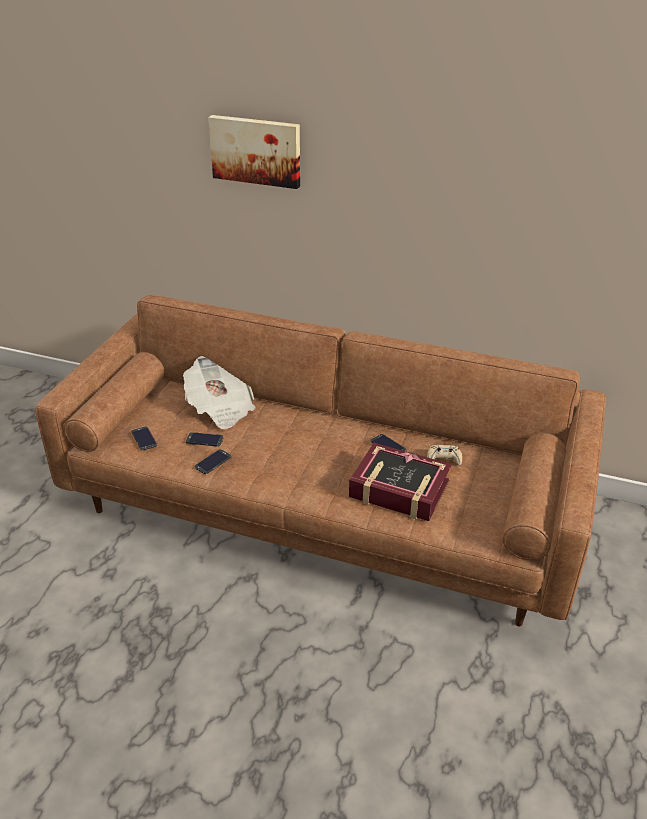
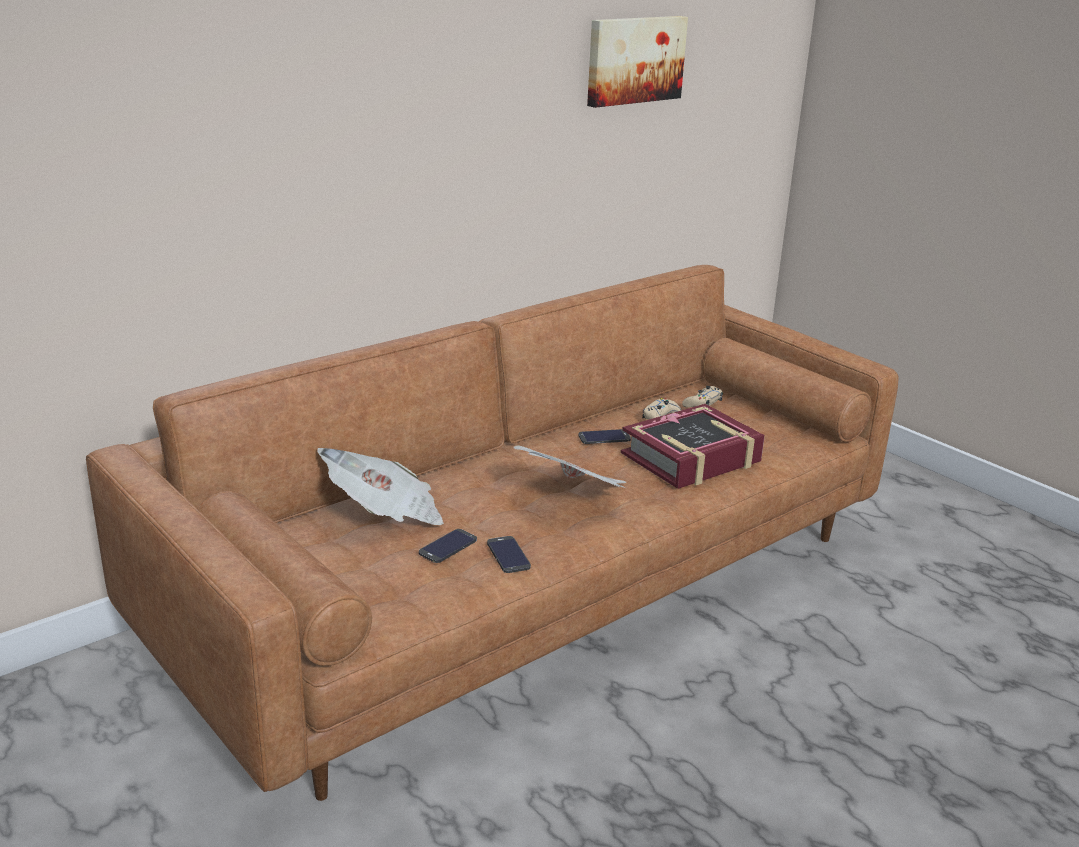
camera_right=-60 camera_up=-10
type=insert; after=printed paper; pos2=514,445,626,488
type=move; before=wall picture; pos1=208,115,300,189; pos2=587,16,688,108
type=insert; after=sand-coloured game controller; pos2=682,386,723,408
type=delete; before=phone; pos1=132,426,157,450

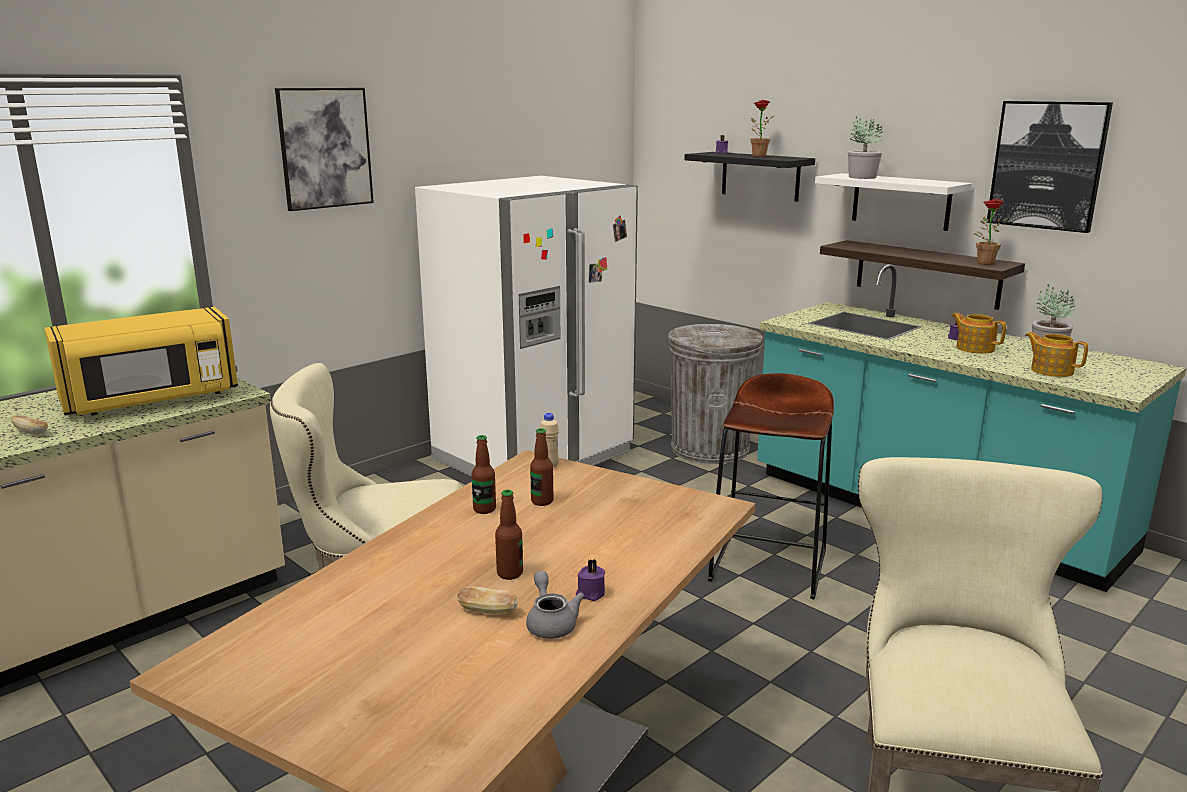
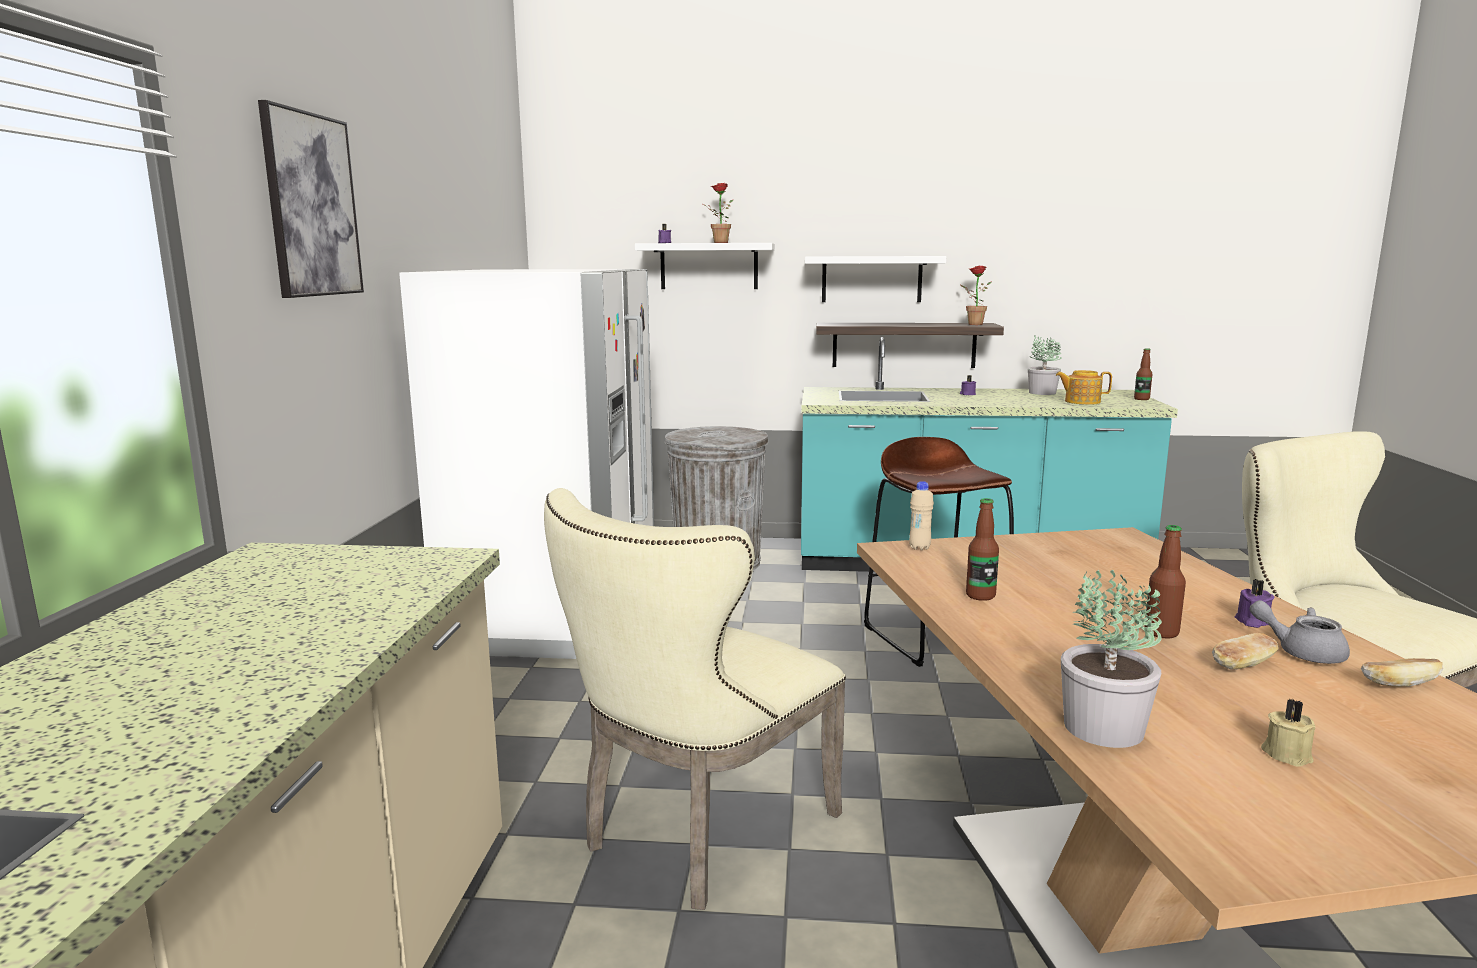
camera_right=-40 camera_up=-5
type=recolor; before=black wall shelf; after=white-coloured wall shelf; pos1=684,152,815,202; pos2=635,243,775,289
type=move; before=houseplant; pos1=848,116,883,179; pos2=1061,570,1162,748
type=move; before=beverage bottle; pos1=530,428,553,506; pos2=1134,348,1152,400
type=insert; after=sand-coloured wax light; pos2=1261,699,1316,767
type=move; before=baked bread; pos1=11,415,48,434; pos2=1361,658,1443,687
type=delete; before=yellow-coloured kitchen microwave; pos1=44,307,238,415
type=delete; before=teapot; pos1=951,313,1006,354
type=delete; before=wall picture; pos1=986,101,1113,233

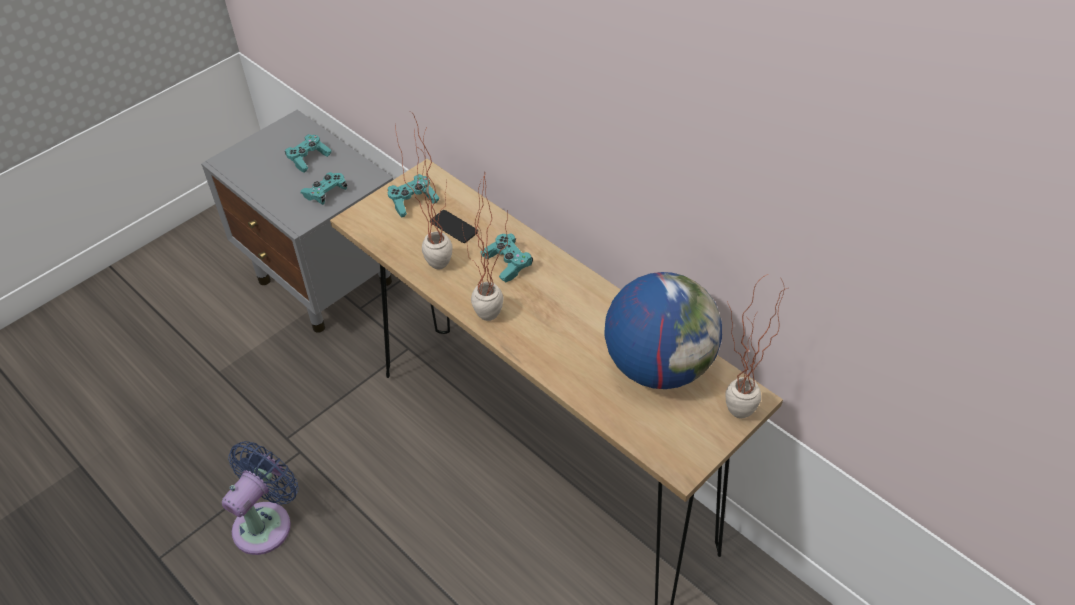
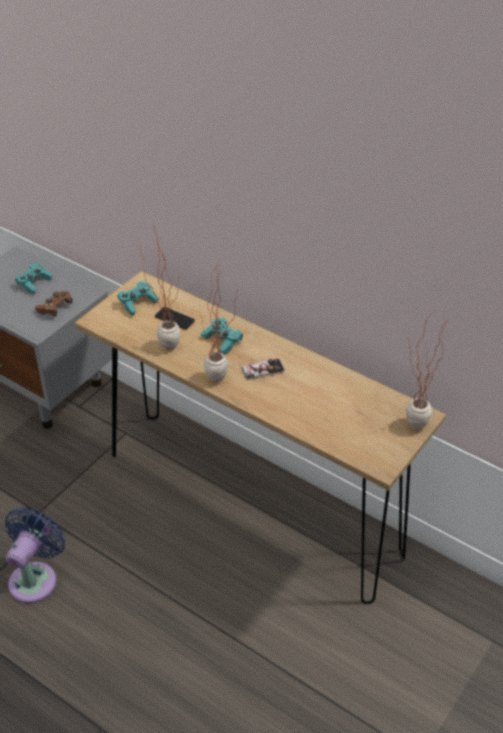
camera_right=-10 camera_up=-5
type=recolor; before=turquoise-coloured game controller; after=brown-coloured game controller; pos1=301,172,347,205; pos2=35,291,73,317
type=insert; after=phone; pos2=241,358,285,380
type=delete; before=desk globe; pos1=604,272,722,389

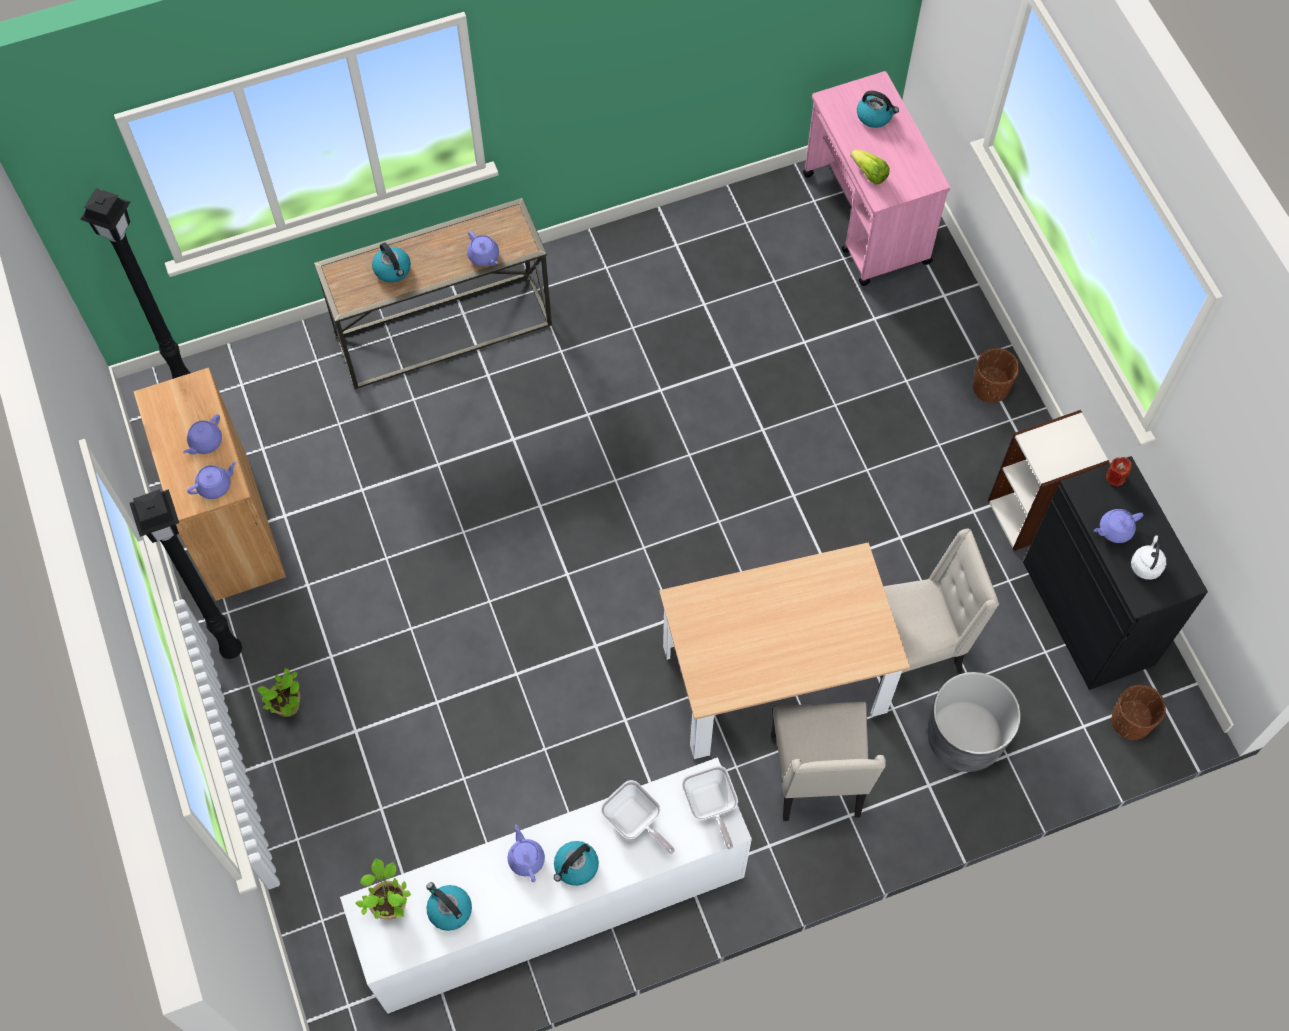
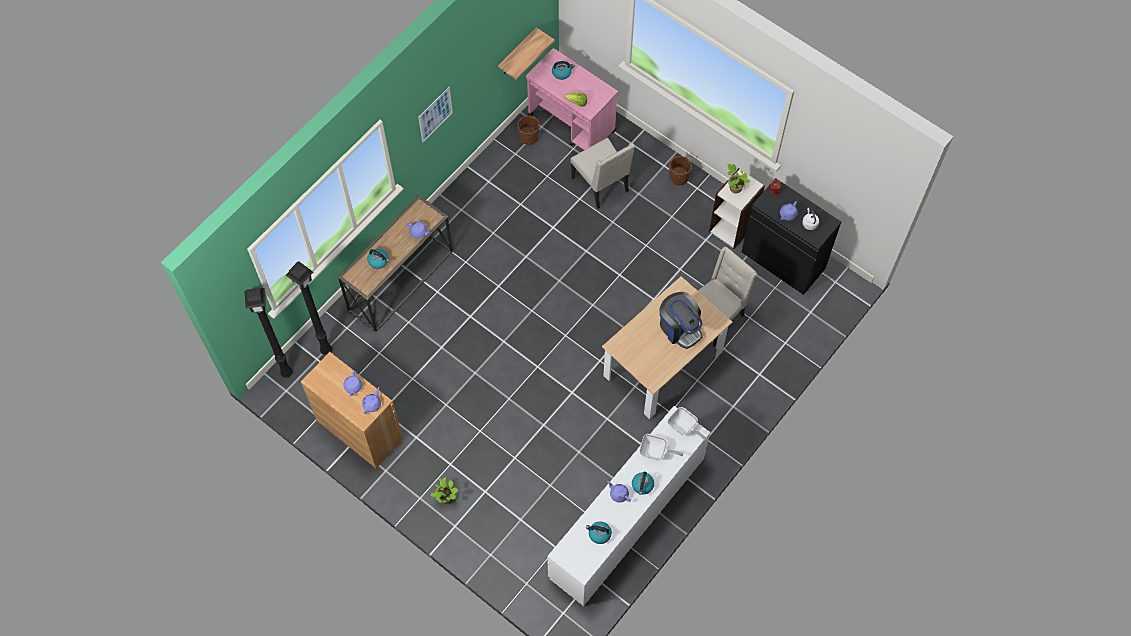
camera_right=-30 camera_up=0
type=move; before=black standard lamp; pos1=130,489,242,659; pos2=286,262,332,355
type=insert; after=wall picture; pos2=418,87,453,142
type=insert; after=wall shelf; pos2=498,27,555,80
type=move; before=brown-coloured plant pot; pos1=1111,684,1166,740; pos2=517,116,539,145
type=move; before=sand-coloured upright chair; pos1=771,702,886,821; pos2=570,138,635,209
type=insert; after=coffee machine; pos2=659,292,703,349
type=move; before=houseplant; pos1=355,858,411,919; pos2=727,164,751,193
type=delete; before=grey plant pot; pos1=928,672,1021,772

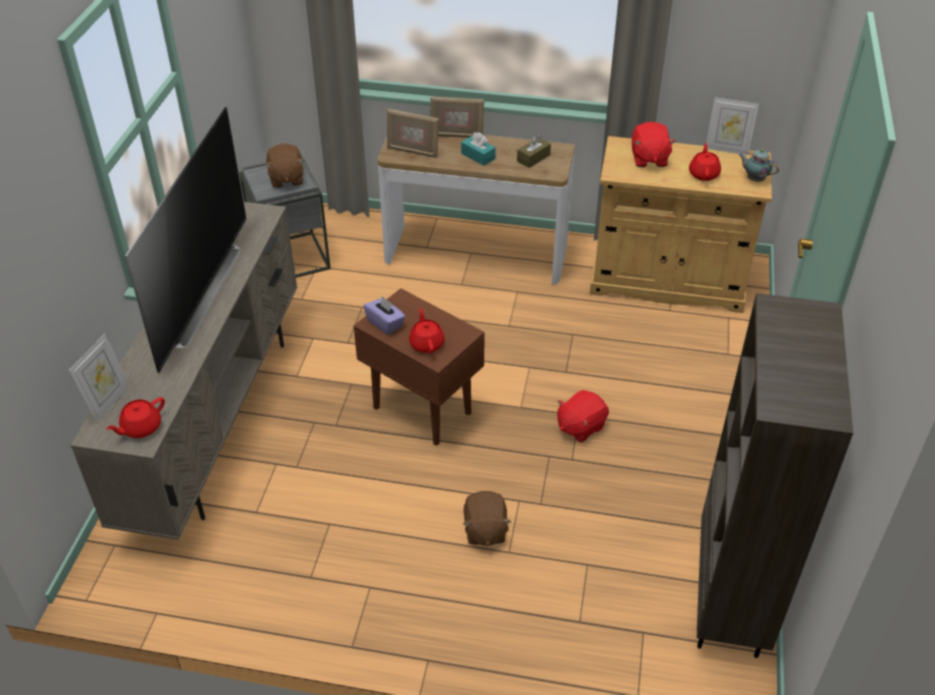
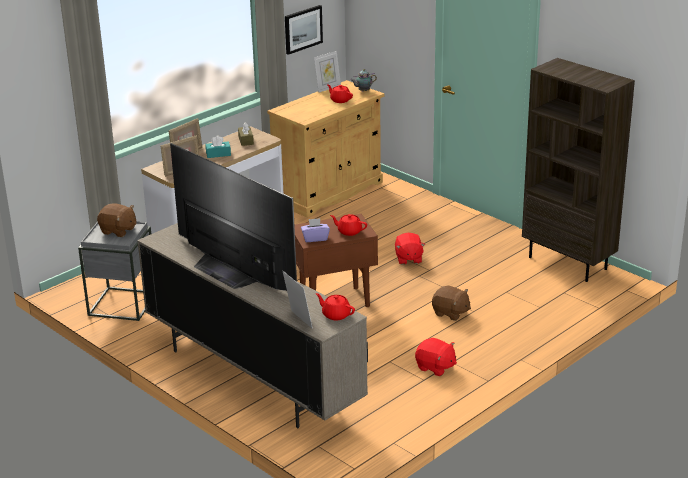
camera_right=-55 camera_up=-15
type=insert; after=wall picture; pos2=285,5,323,55
type=rotate; before=red teapot; pos1=106,397,165,438; pos2=316,293,355,320; turn=135
type=move; before=red plush toy; pos1=632,122,676,167; pos2=415,338,457,376

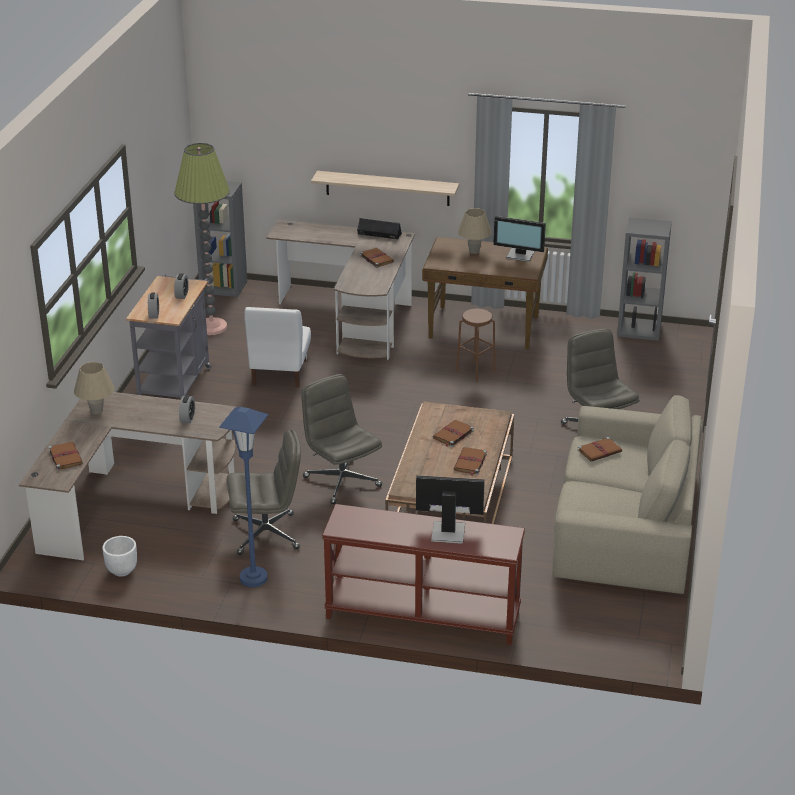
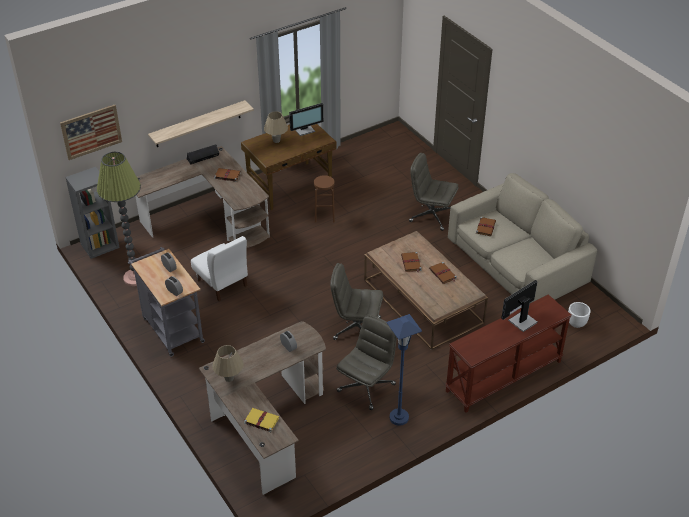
camera_right=-45 camera_up=10
type=insert; after=wall picture; pos2=60,105,122,160
type=recolor; before=brown-coloured book; after=yellow-coloured book; pos1=49,442,83,471; pos2=244,408,279,432
type=move; before=white-coloured plant pot; pos1=102,536,137,577; pos2=568,302,590,328
type=delete; before=grey shelving unit; pos1=617,217,672,341

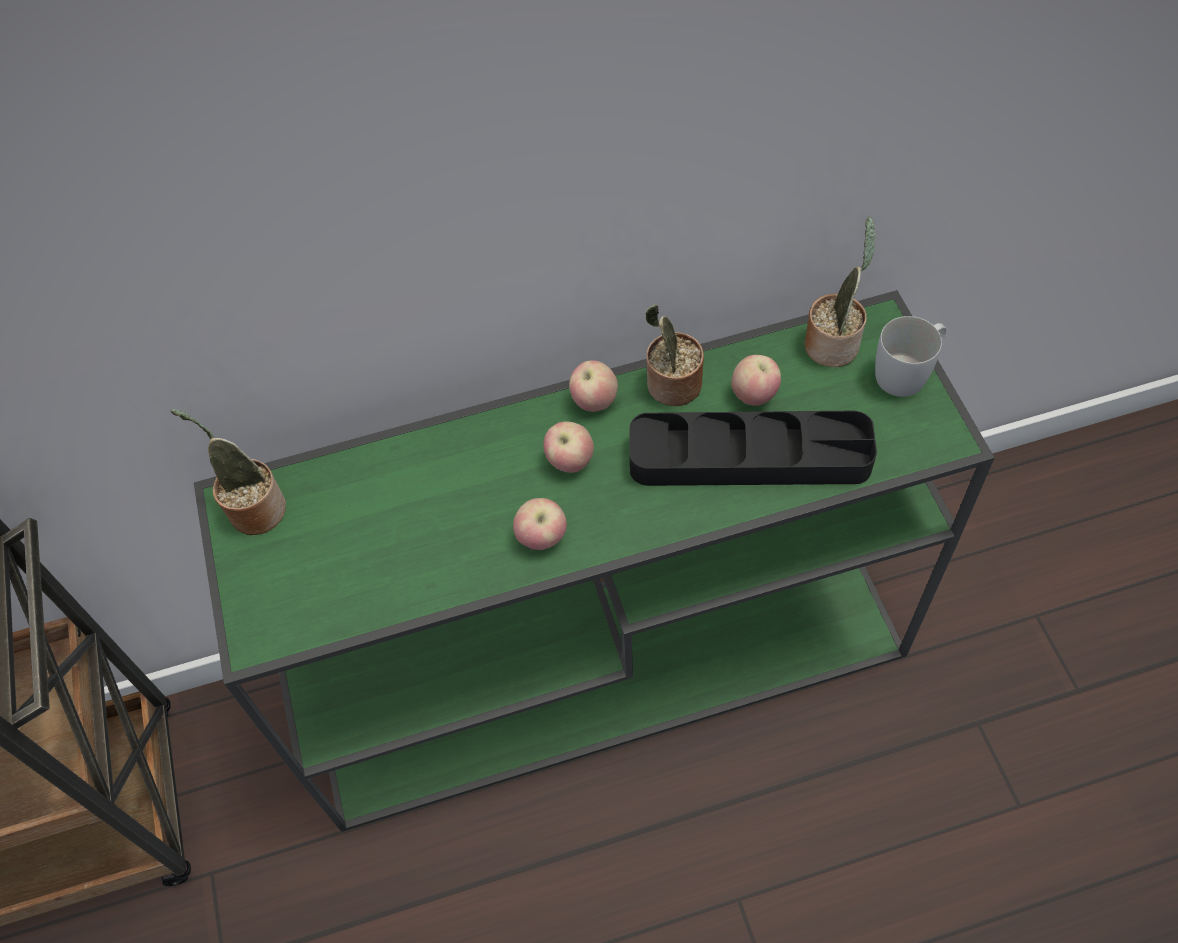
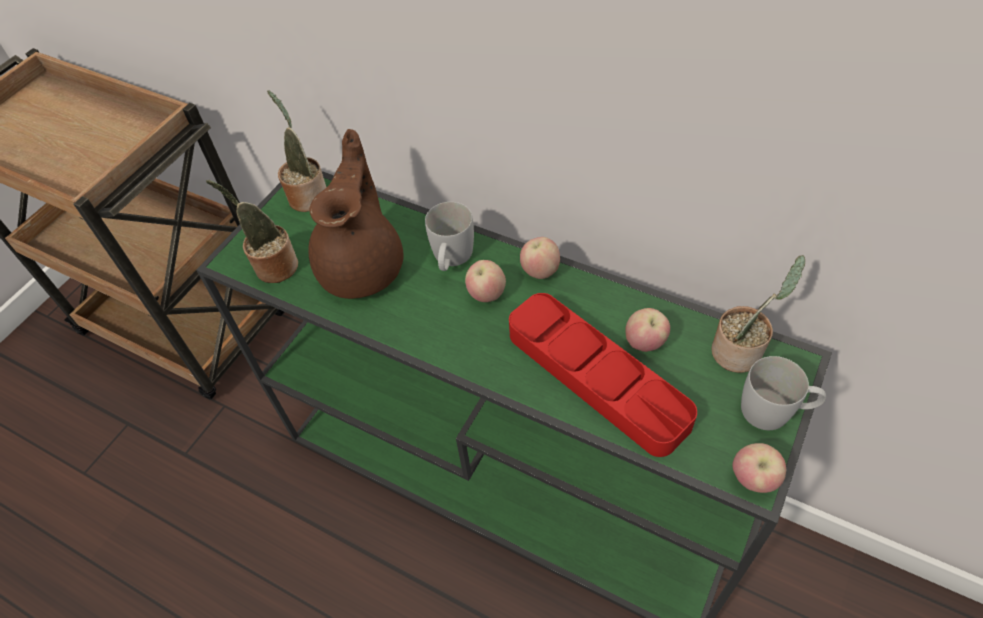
camera_right=45 camera_up=-5
type=move; before=houseplant; pos1=645,304,704,406; pos2=206,180,298,283
type=insert; after=brown-coloured teapot; pos2=308,129,404,299
type=insert; after=white-coloured tea mug; pos2=425,202,474,271
type=recolor; before=black tray; after=red tray; pos1=630,411,877,486; pos2=509,293,697,457
type=move; before=apple; pos1=513,498,567,550; pos2=732,443,786,493

